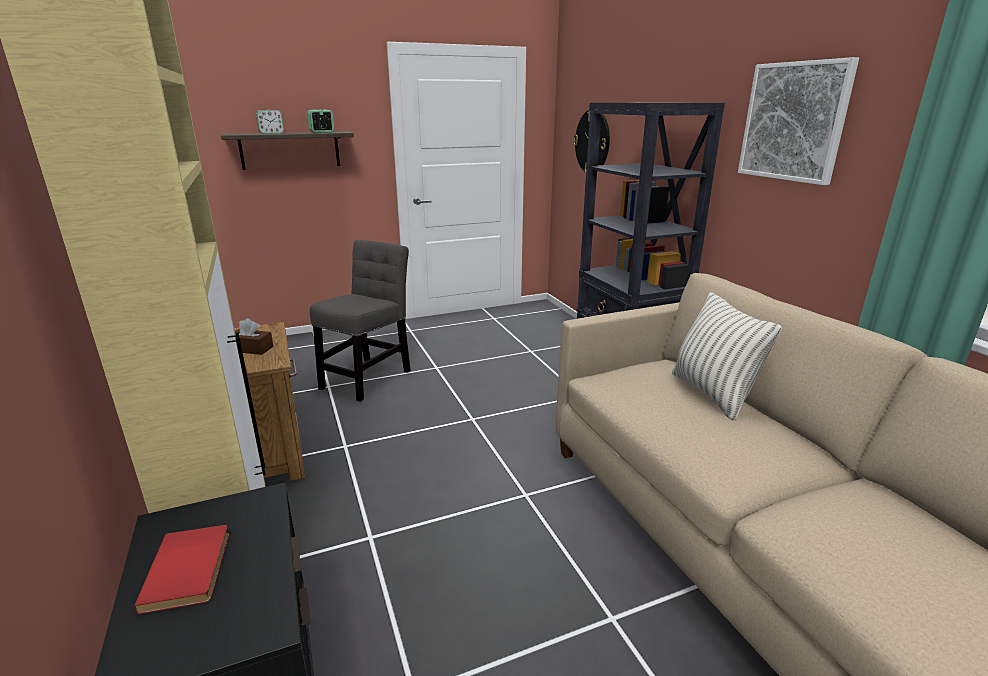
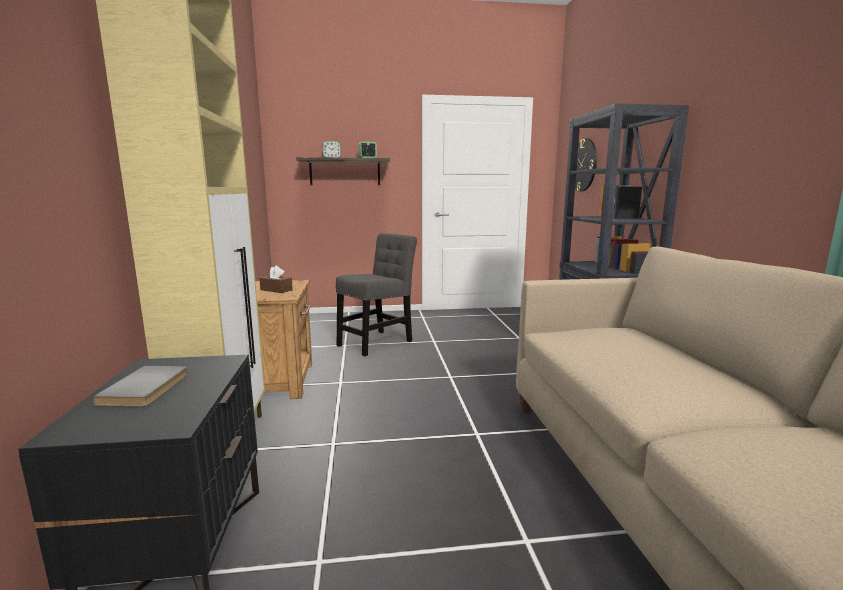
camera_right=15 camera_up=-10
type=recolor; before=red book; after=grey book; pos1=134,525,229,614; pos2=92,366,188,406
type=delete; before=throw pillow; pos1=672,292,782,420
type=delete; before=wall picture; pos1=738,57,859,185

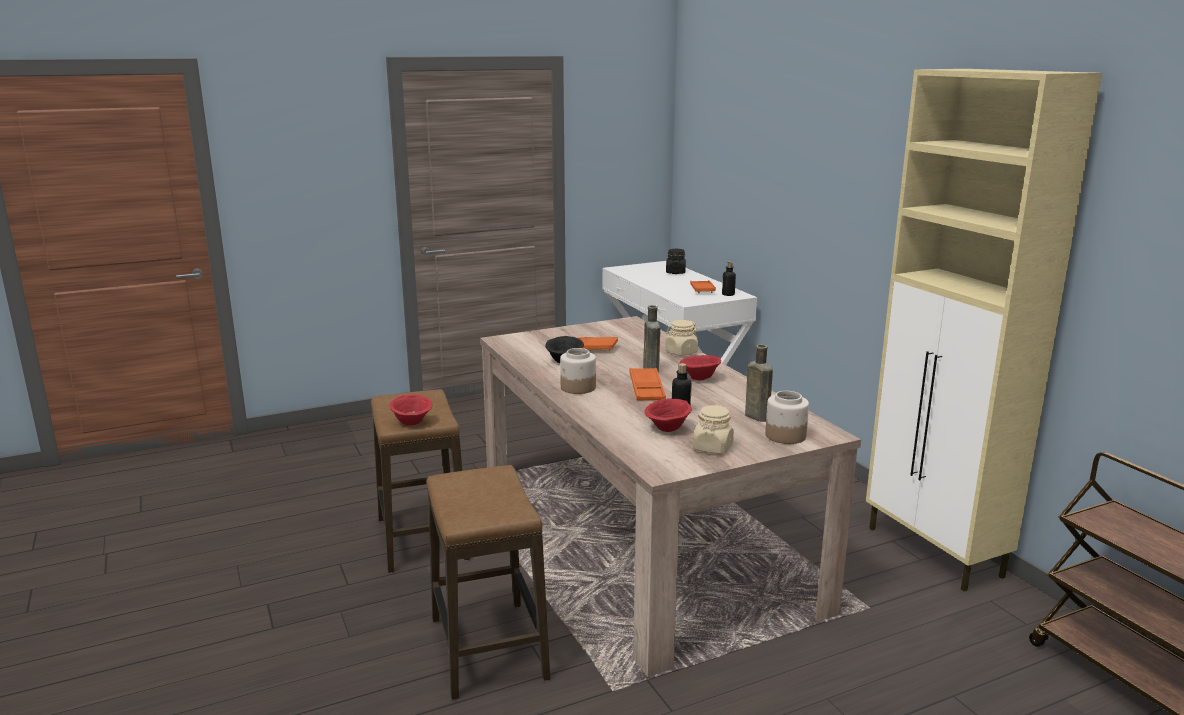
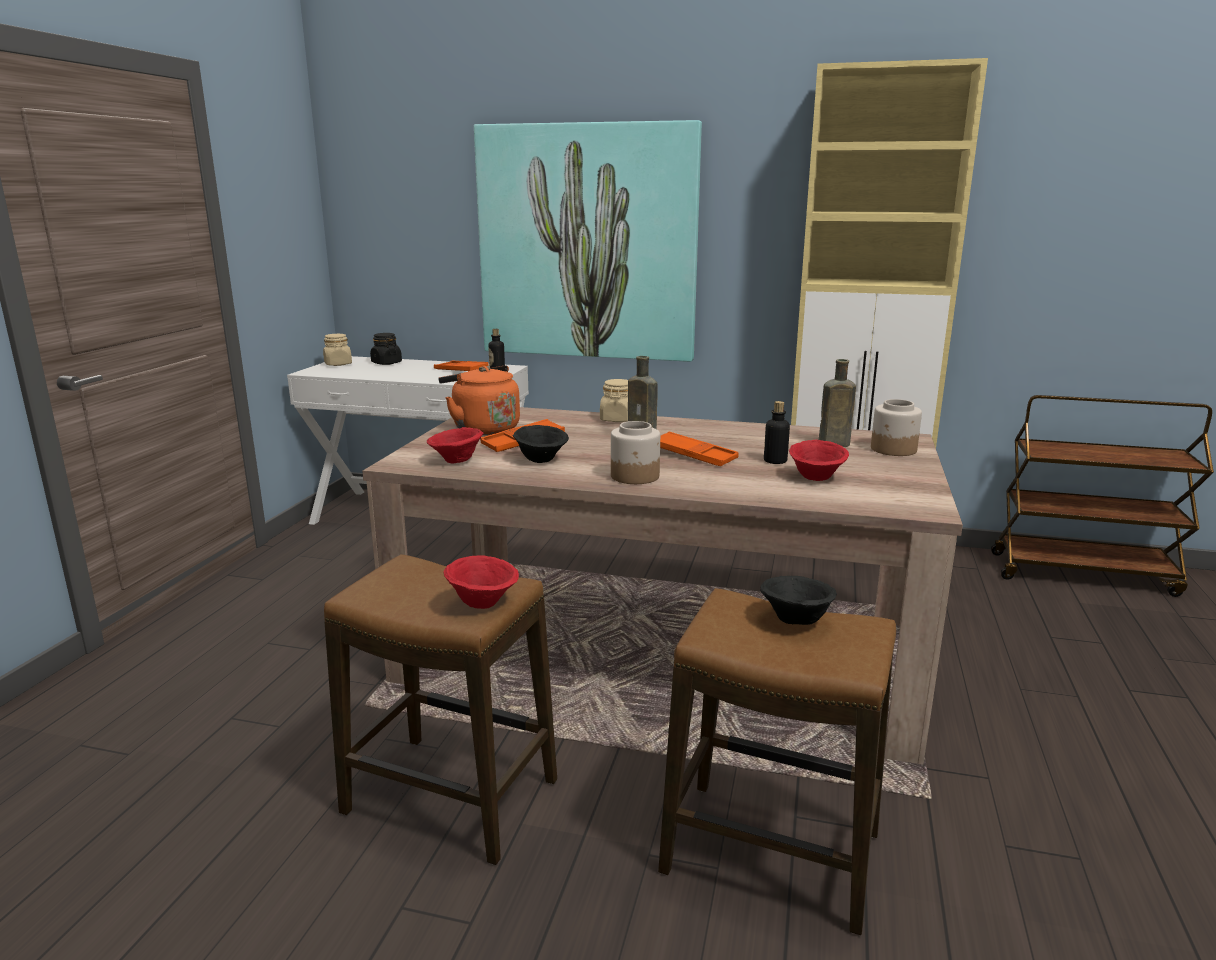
camera_right=-50 camera_up=0
type=move; before=sand-coloured jar; pos1=693,405,734,454; pos2=323,334,352,366
type=move; before=red deep dish; pos1=680,355,721,380; pos2=427,427,484,464
type=insert; after=orange tea kettle; pos2=439,366,520,435
type=insert; after=wall picture; pos2=474,120,702,362
type=insert; after=black deep dish; pos2=760,576,837,625

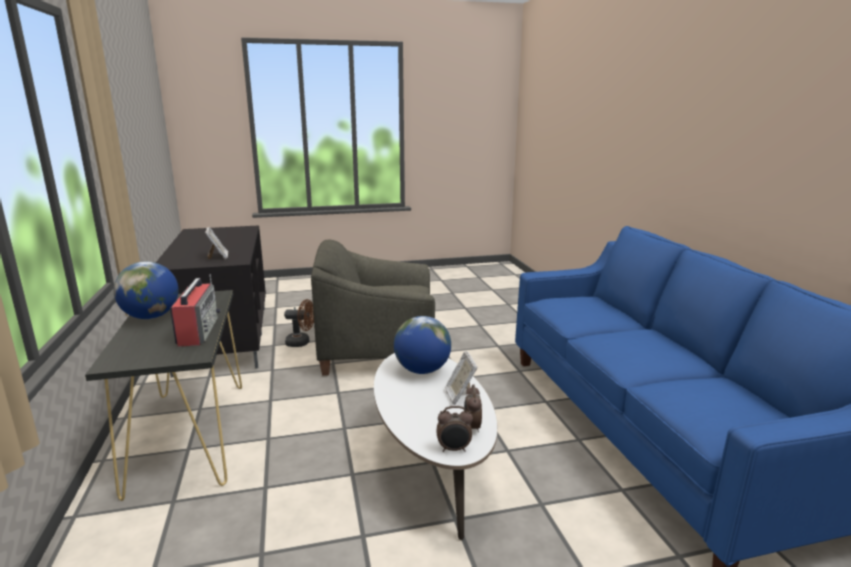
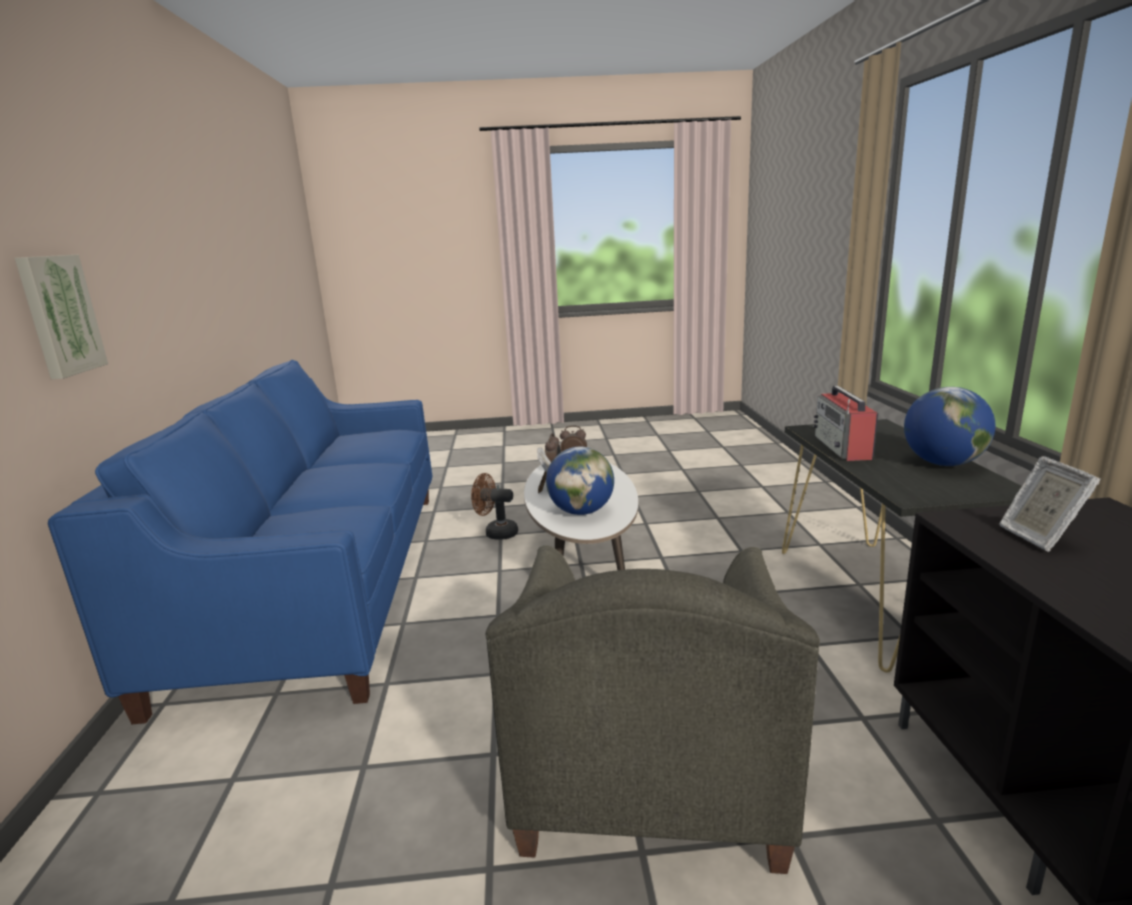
camera_right=-170 camera_up=0
type=insert; after=wall picture; pos2=15,255,108,379
type=move; before=brown-coloured fan; pos1=284,299,314,347; pos2=471,473,518,540
type=rotate; before=grey lounge chair; pos1=311,239,435,376; pos2=486,545,820,874; turn=90

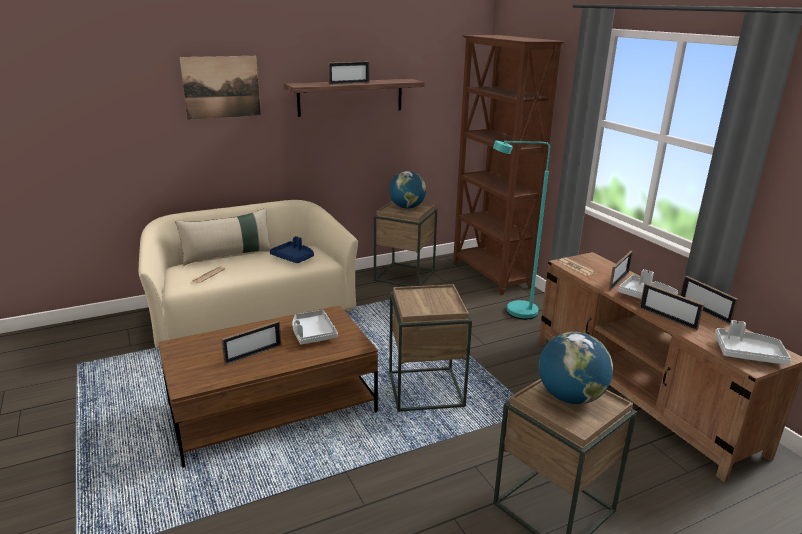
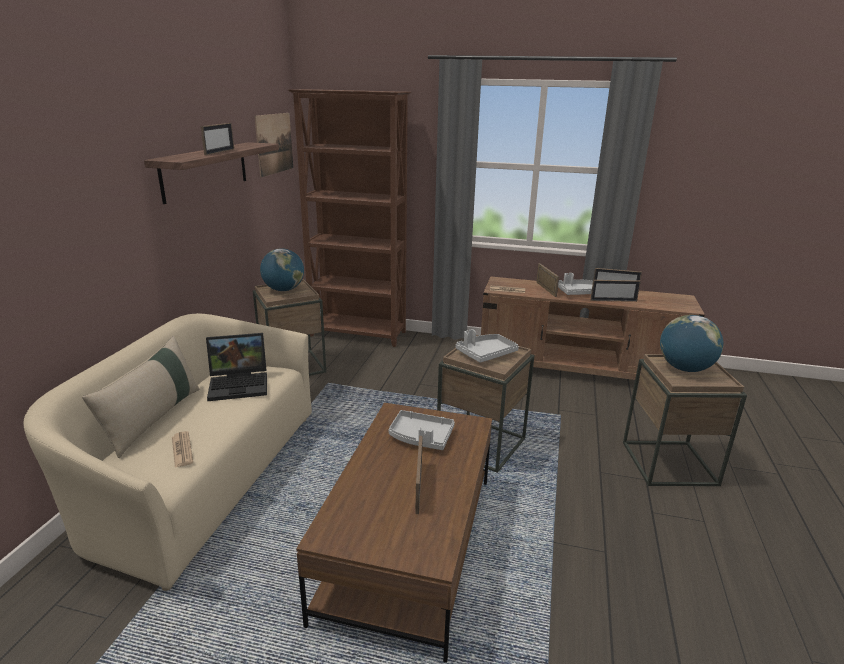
camera_right=-50 camera_up=0
type=replace; before=blue-coloured tray; after=portable computer; pos1=270,236,314,263; pos2=206,333,267,401
type=move; before=wall picture; pos1=180,56,261,120; pos2=254,113,293,177
type=move; before=grey tray; pos1=715,320,791,365; pos2=456,329,519,363
type=delete; before=turquoise-coloured standard lamp; pos1=493,140,550,319

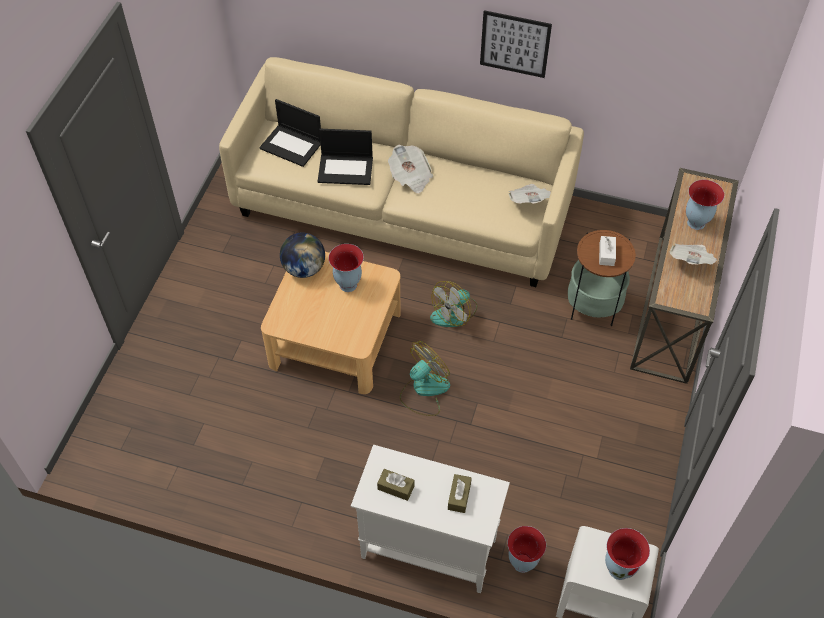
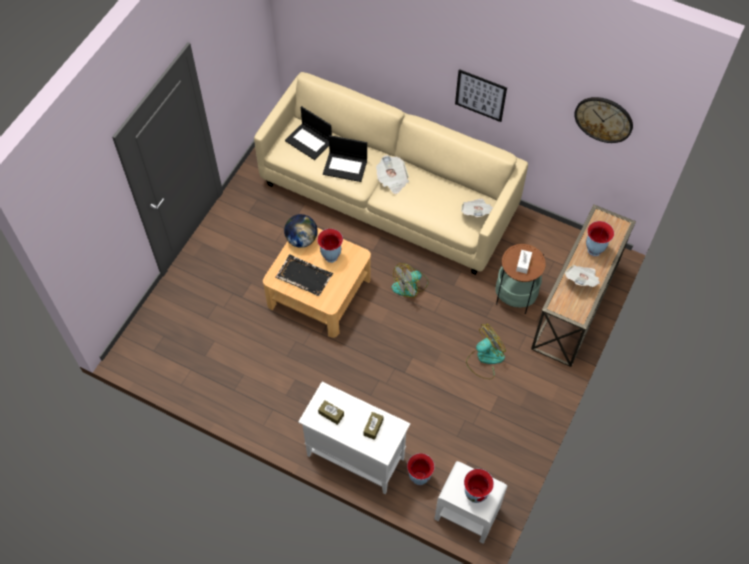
camera_right=10 camera_up=5
type=insert; after=black tray; pos2=275,254,333,296
type=move; before=fan; pos1=400,341,450,416; pos2=466,324,506,379
type=insert; after=hanging clock; pos2=574,97,633,143

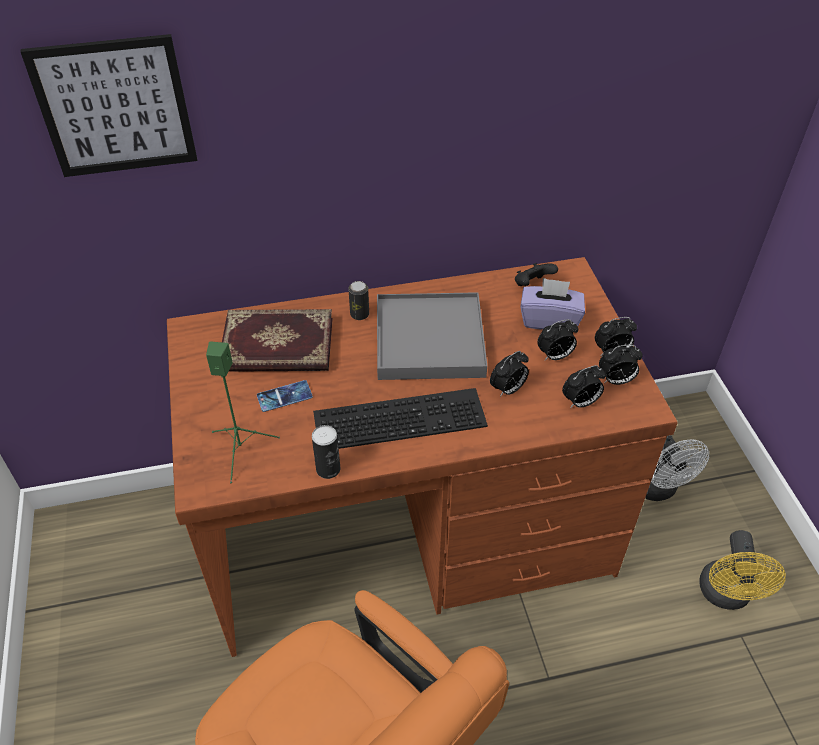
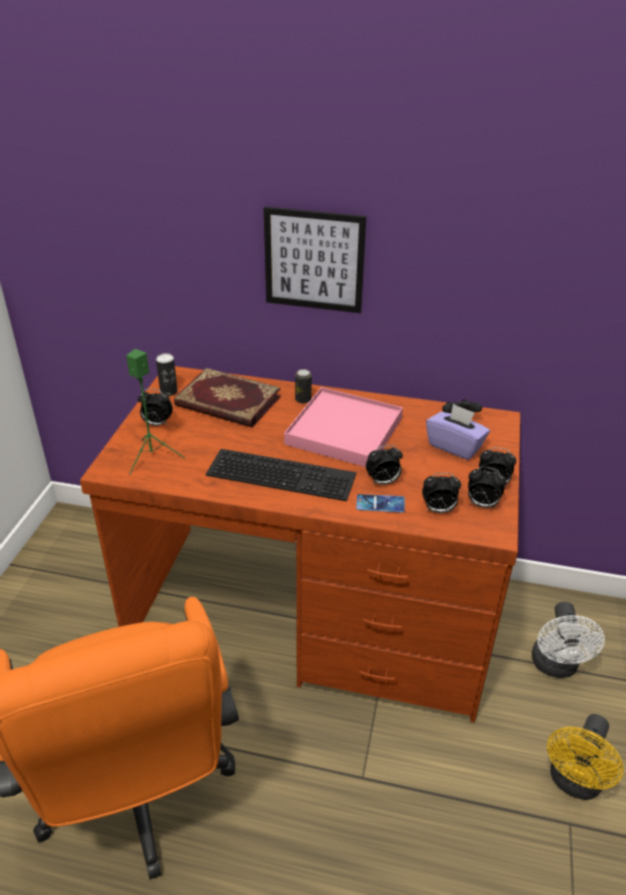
camera_right=25 camera_up=-10
type=move; before=bedside clock; pos1=537,319,578,360; pos2=138,389,173,426
type=move; before=sealed can; pos1=312,425,340,479; pos2=156,353,178,396
type=move; before=wall picture; pos1=20,34,197,177; pos2=264,207,366,313
type=recolor; before=grey tray; after=pink tray; pos1=377,292,487,380; pos2=284,387,403,467
type=move; before=phone; pos1=257,380,313,412; pos2=356,494,405,513

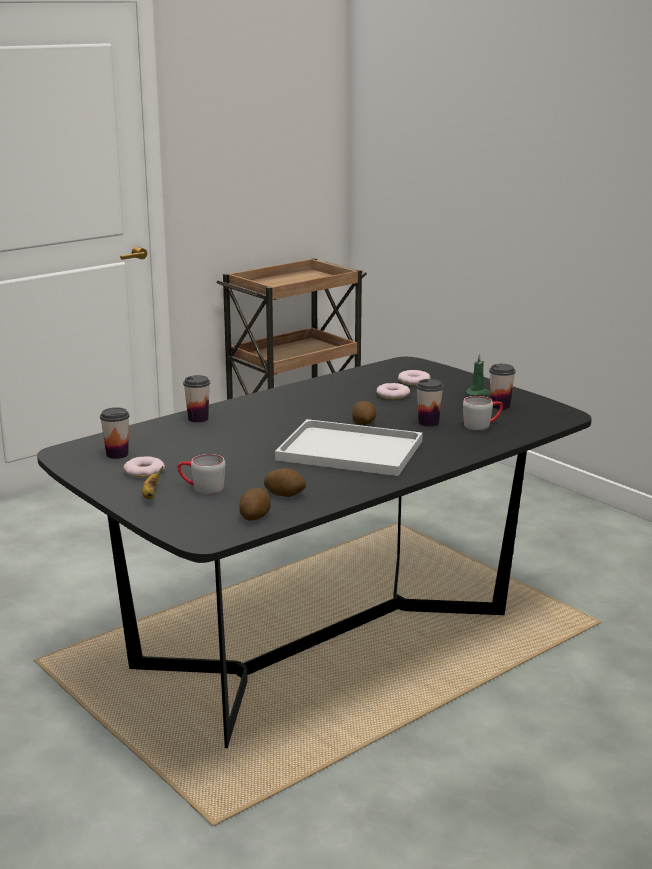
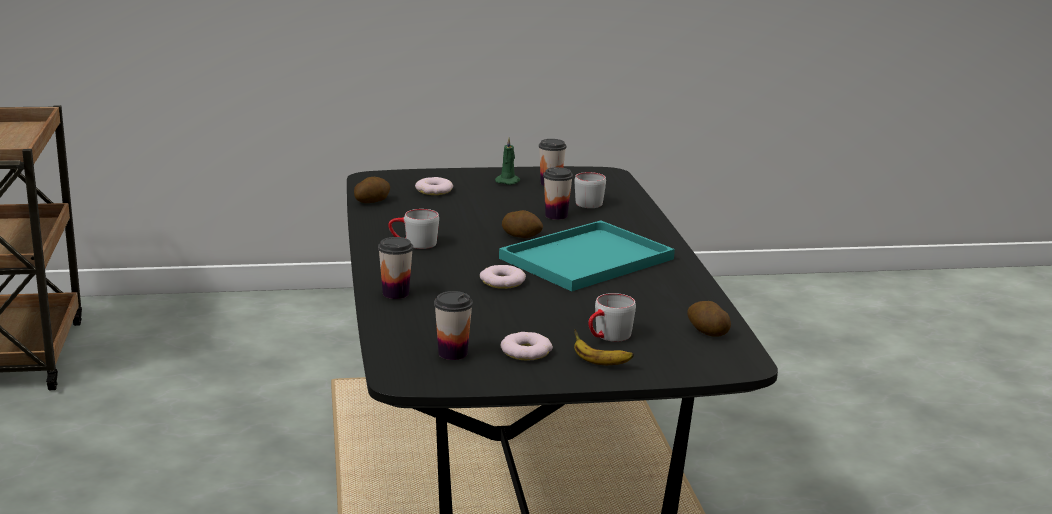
camera_right=-60 camera_up=0
type=move; before=potato; pos1=264,468,306,497; pos2=354,177,390,203
type=insert; after=grey tea mug; pos2=388,209,439,249
type=move; before=doughnut; pos1=376,383,410,399; pos2=480,265,526,289
type=recolor; before=white-coloured tray; after=turquoise-coloured tray; pos1=275,419,423,476; pos2=499,220,675,291

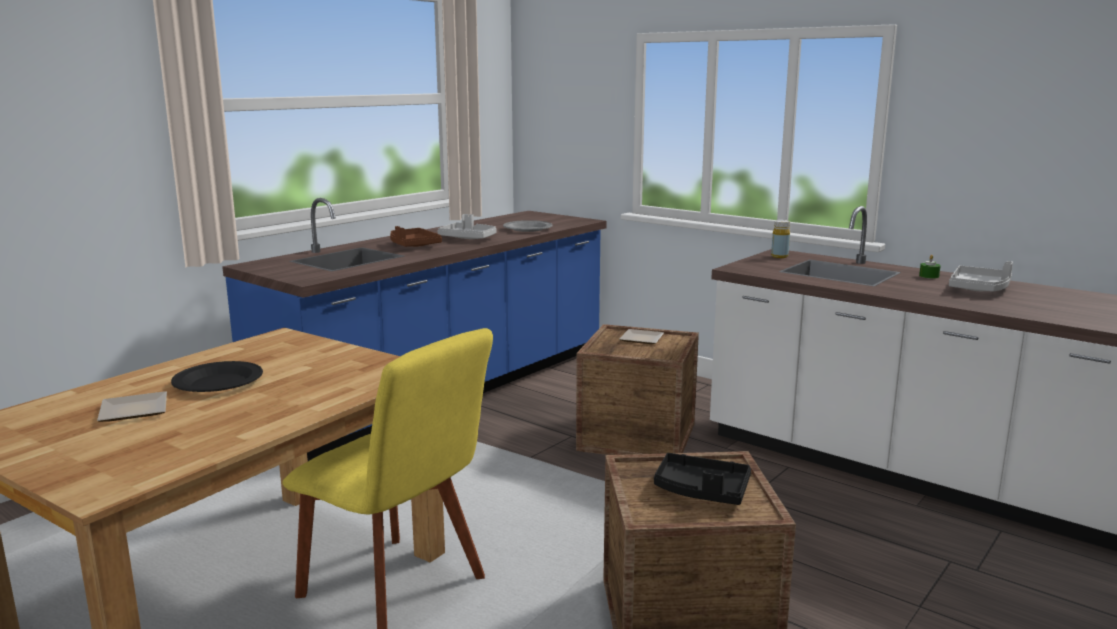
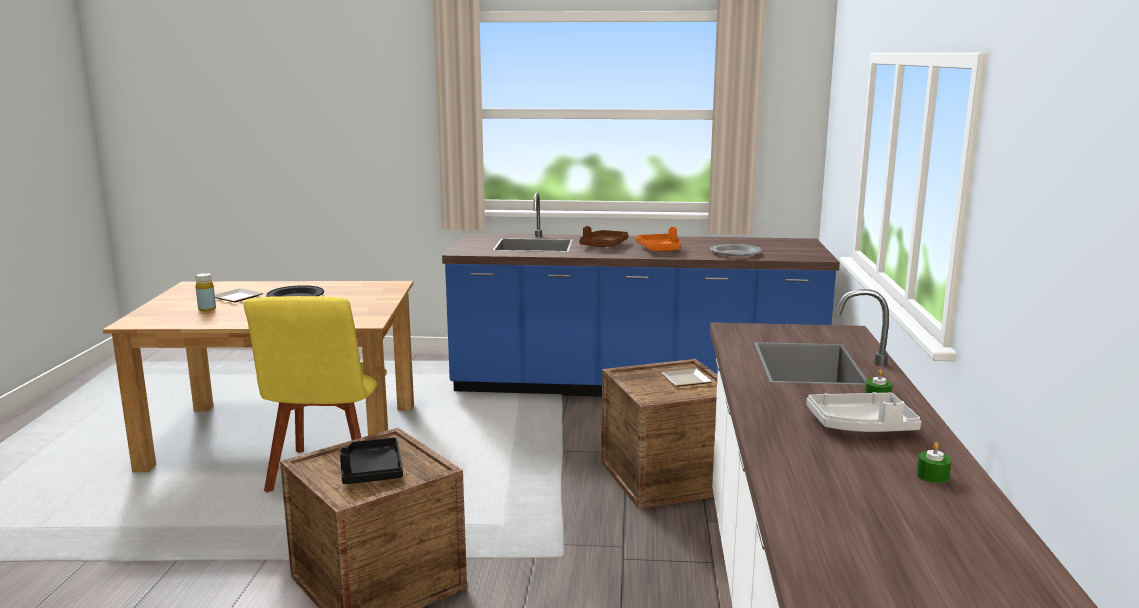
camera_right=55 camera_up=0
type=move; before=yellow-coloured beverage bottle; pos1=771,220,790,258; pos2=195,273,216,312
type=recolor; before=grey tray; after=orange tray; pos1=438,214,496,239; pos2=636,227,681,251
type=insert; after=green-coloured wax light; pos2=916,442,951,483

